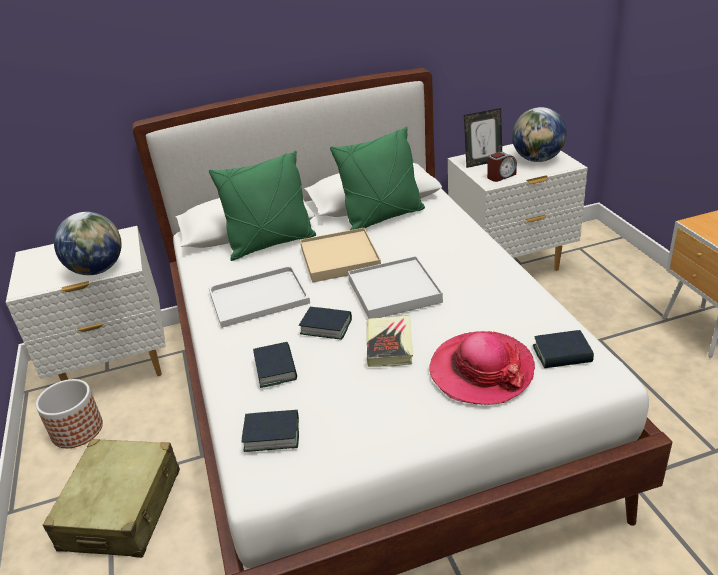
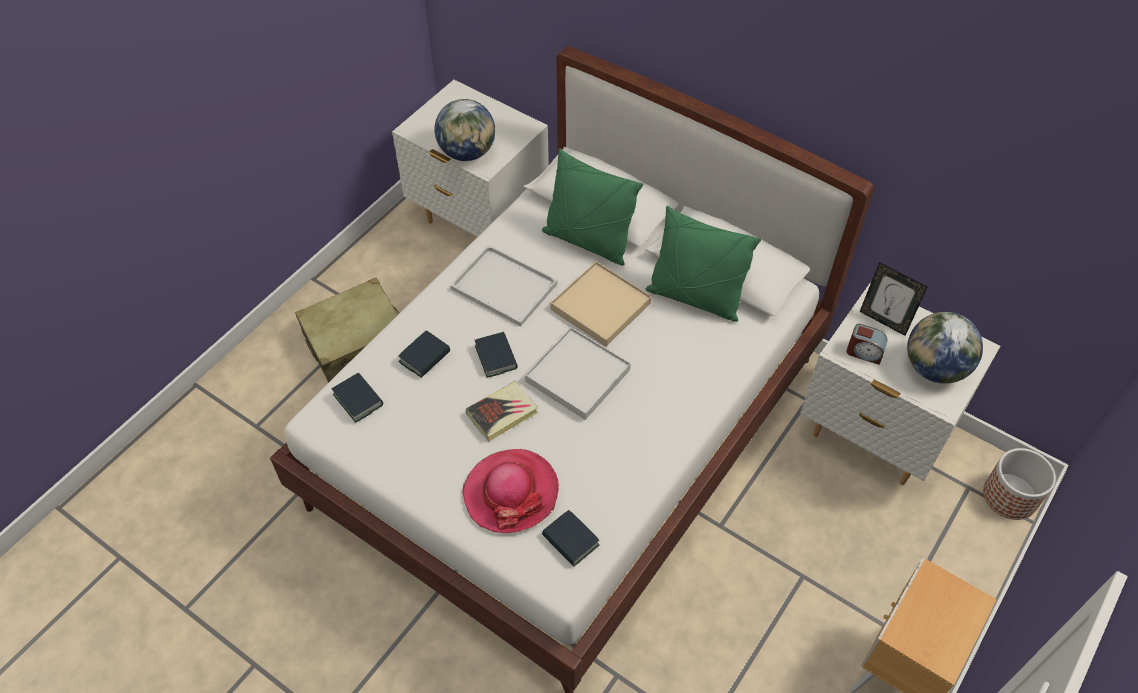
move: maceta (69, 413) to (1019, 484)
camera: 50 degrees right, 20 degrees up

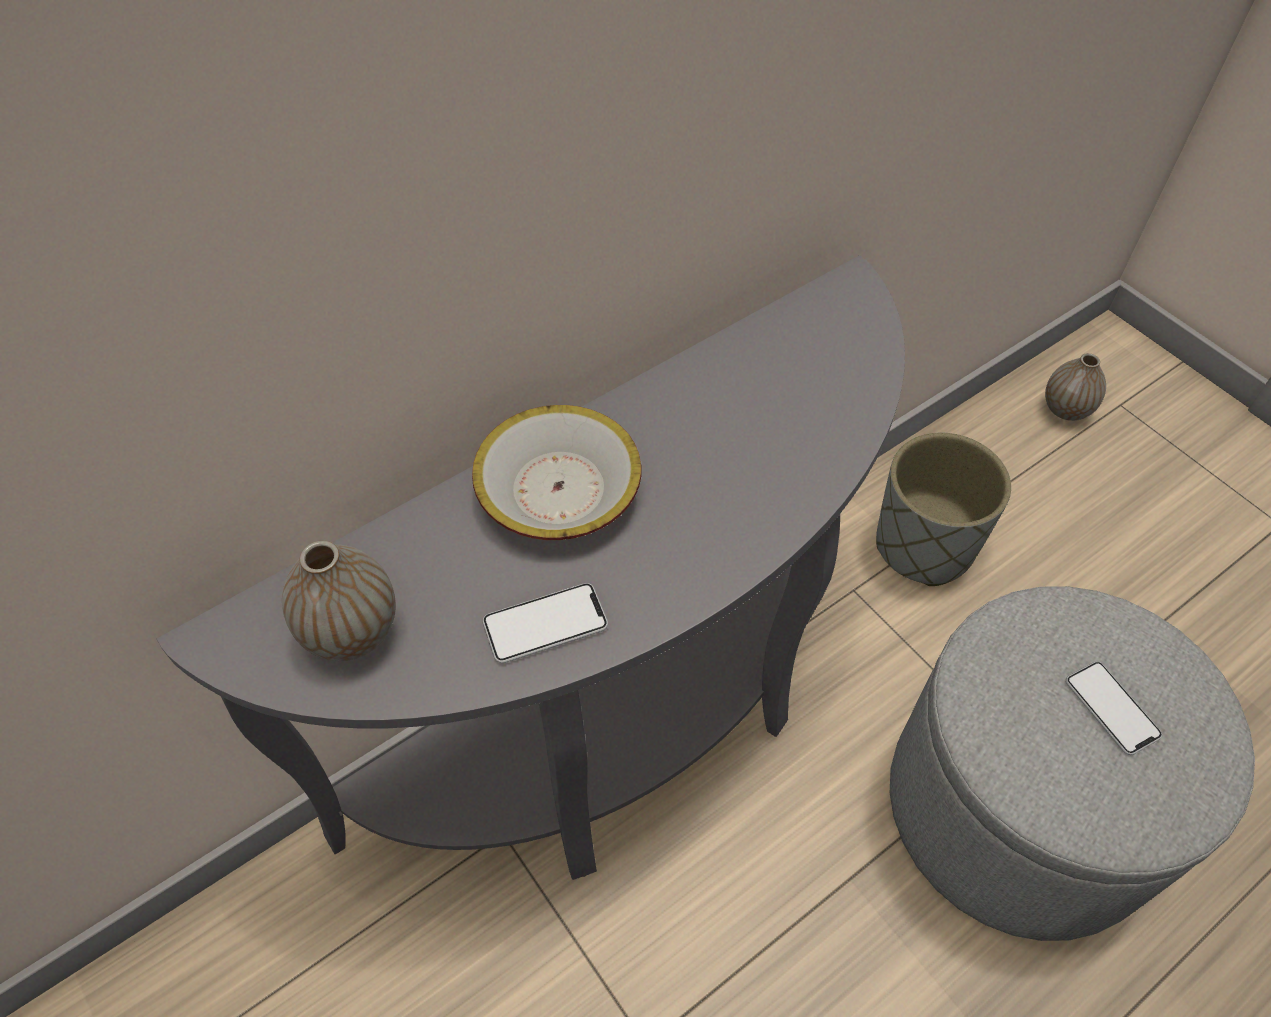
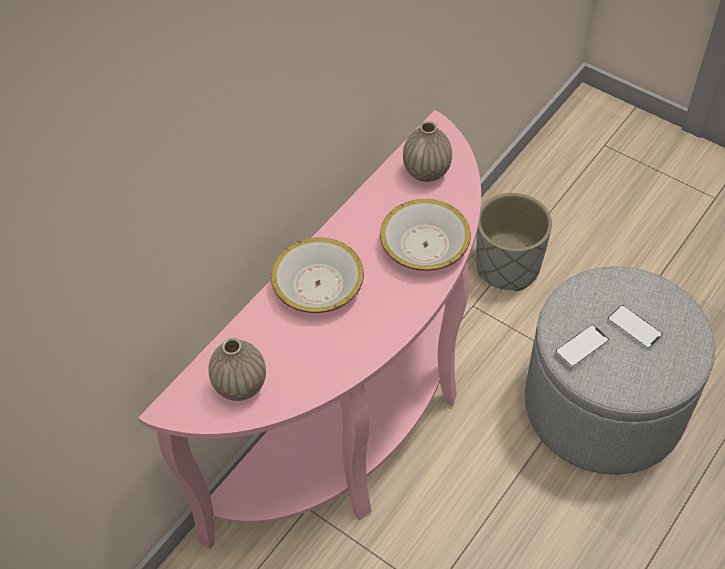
insert: cuenco (425, 235)
move: móvil (545, 623) to (582, 346); florero (1075, 387) to (427, 151)
recolor: mesa consola/gris (531, 567) to mesa consola/rosa (309, 329)
camera: 15 degrees left, 0 degrees up

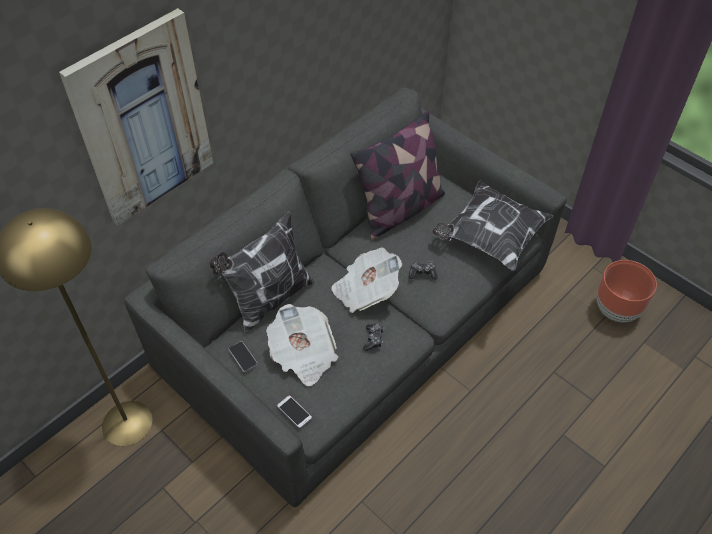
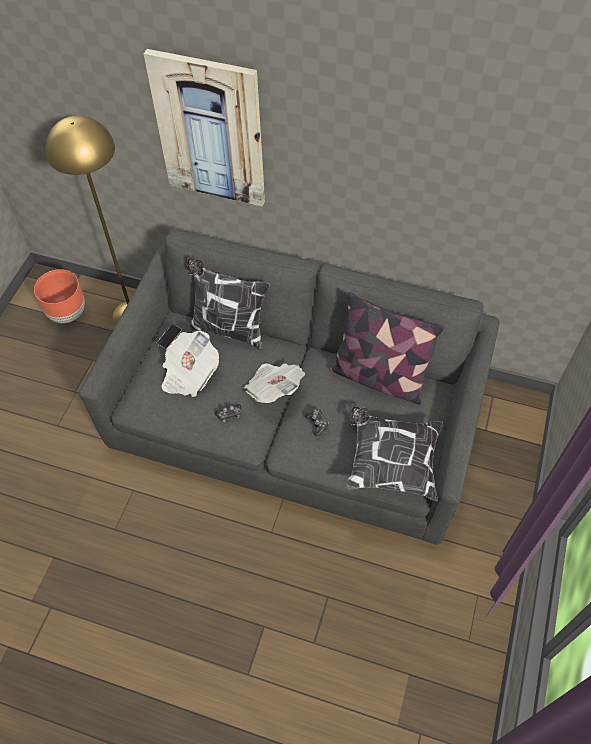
delete: móvil (294, 412)
move: maceta/marrón (627, 291) to (59, 296)
camera: 65 degrees right, 5 degrees up

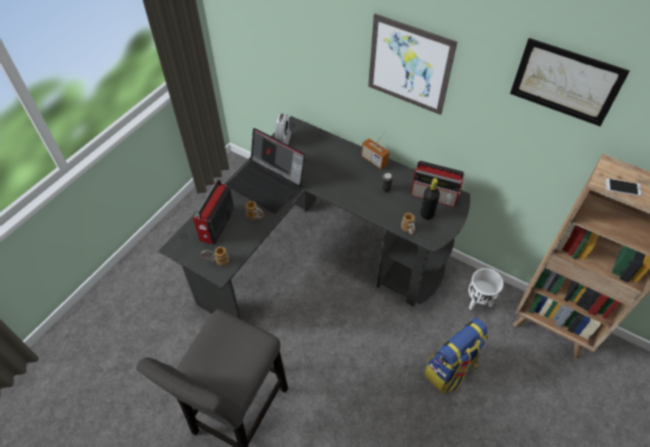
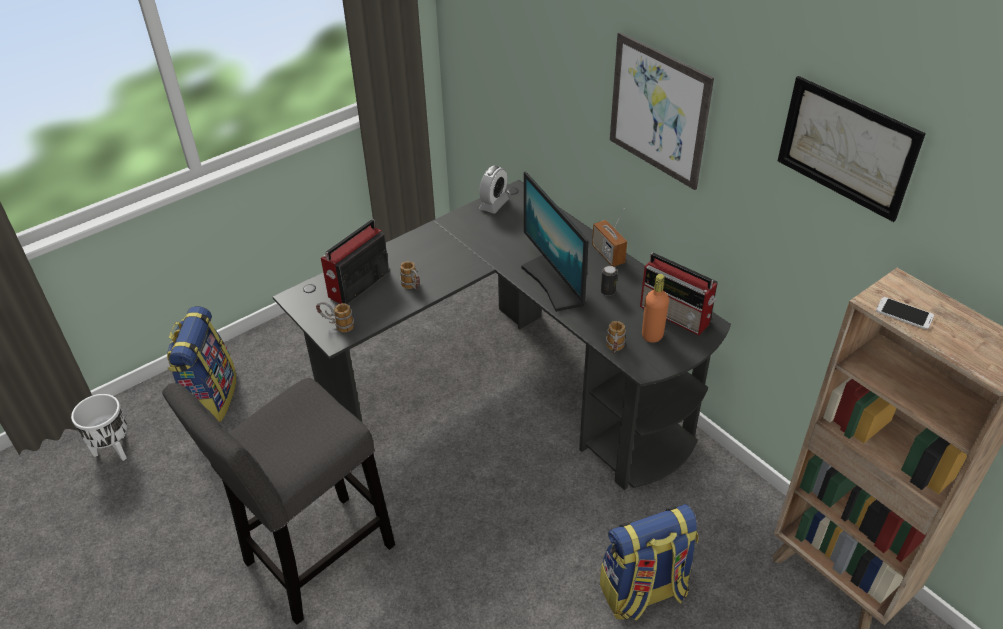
delete: portátil (265, 170)
insert: mochila (202, 364); monitor (555, 242)
move: maceta/blanco (485, 289) to (99, 427)
recolor: botella/negro (430, 199) to botella/naranja (655, 308)
camera: 20 degrees right, 10 degrees down

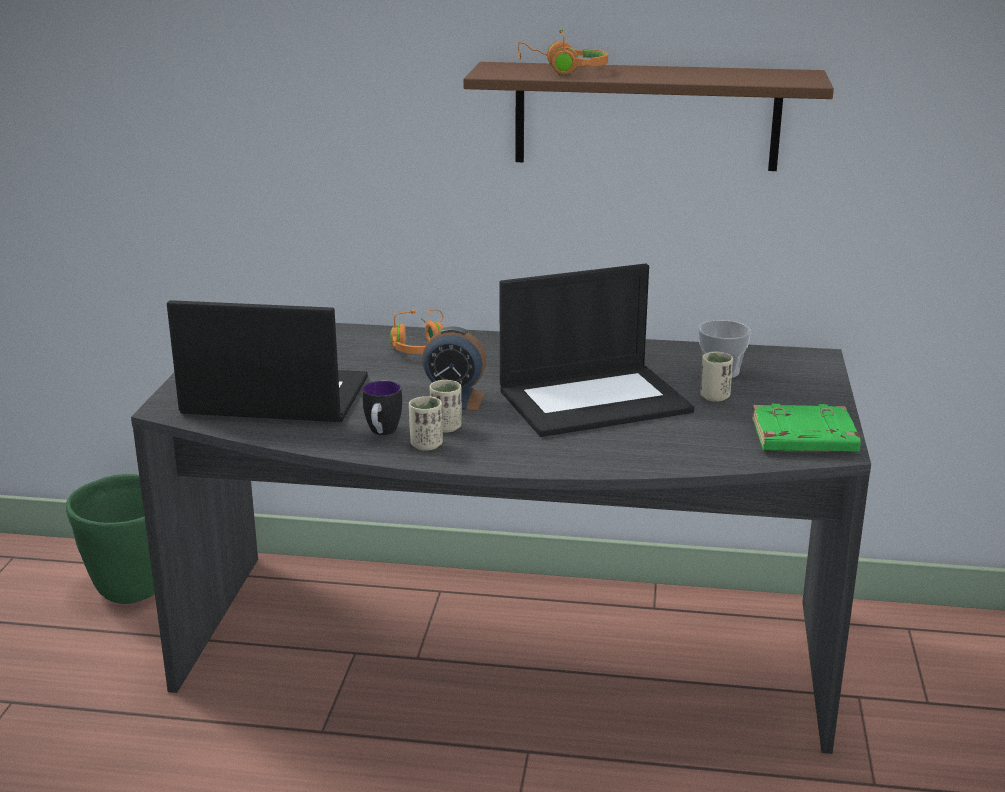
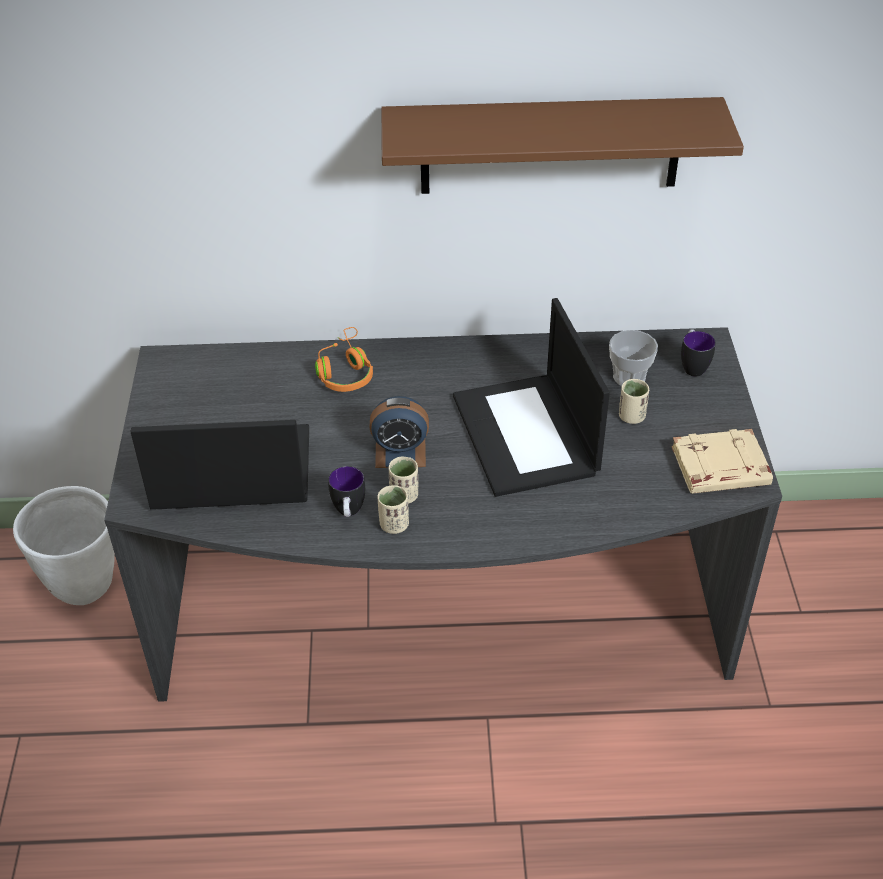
delete: auriculares/naranja (563, 52)
insert: taza grande (698, 353)
recolor: maceta/verde (110, 539) to maceta/blanco (63, 545); libro/verde (806, 428) to libro/beis (722, 461)
rotate: portátil (597, 350) = (531, 397) 105 degrees clockwise
camera: 10 degrees left, 20 degrees up

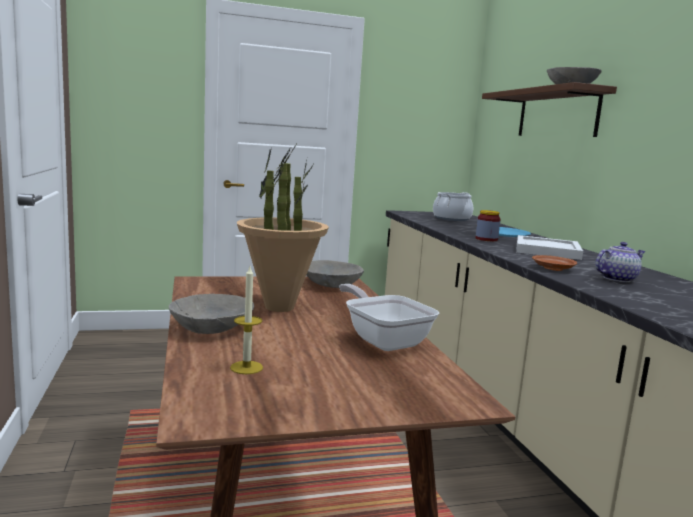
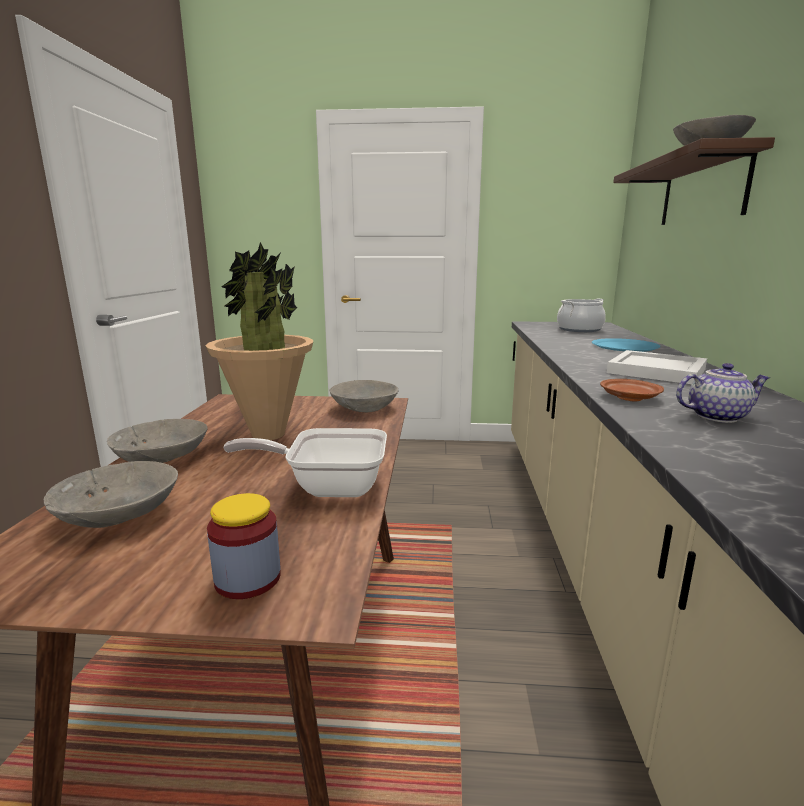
move: tarro (488, 225) to (244, 546)
replace: vela (246, 320) to cuenco/gris (111, 494)
rotate: sartén (389, 317) = (305, 462) 75 degrees counterclockwise
camera: 20 degrees right, 5 degrees up

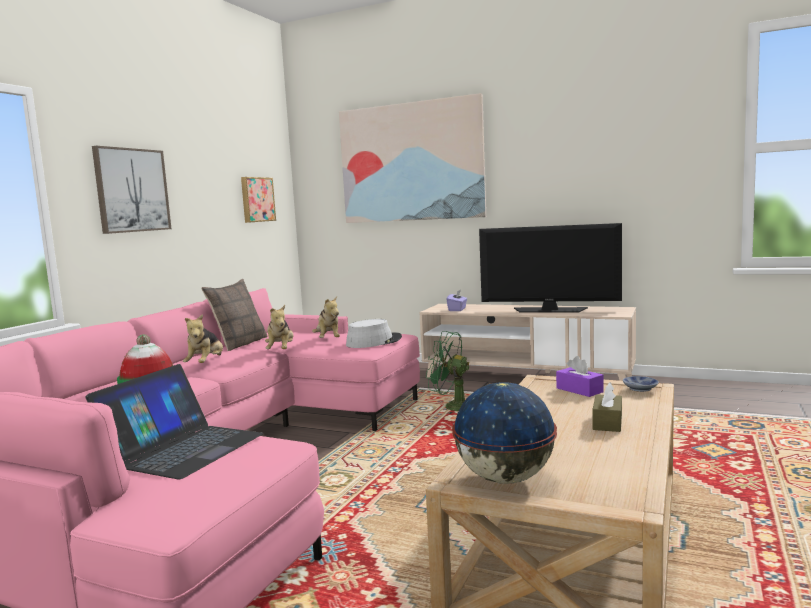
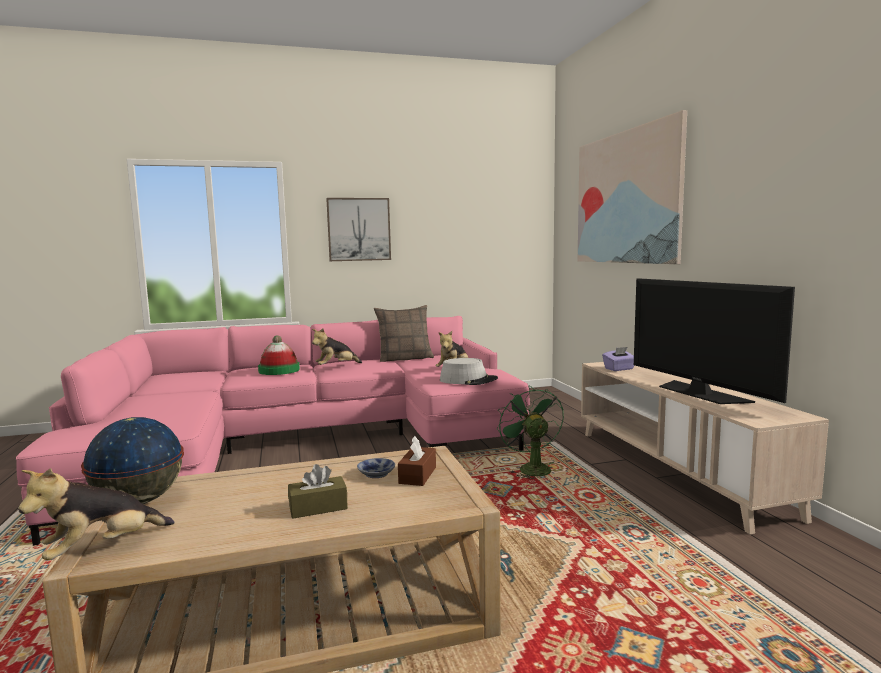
delete: portátil (174, 422); cuadro (258, 200)
move: peluche (279, 327) to (96, 514); cuenco (641, 384) to (376, 468)
recolor: caja de pañuelos/morado (580, 376) to caja de pañuelos/marrón (417, 461)
camera: 50 degrees right, 0 degrees up

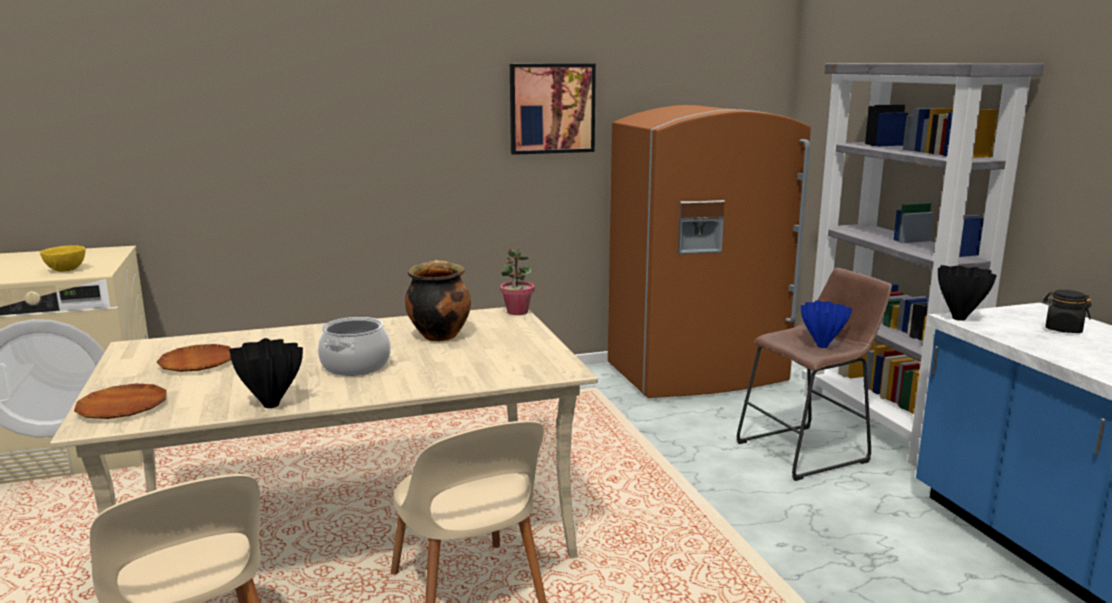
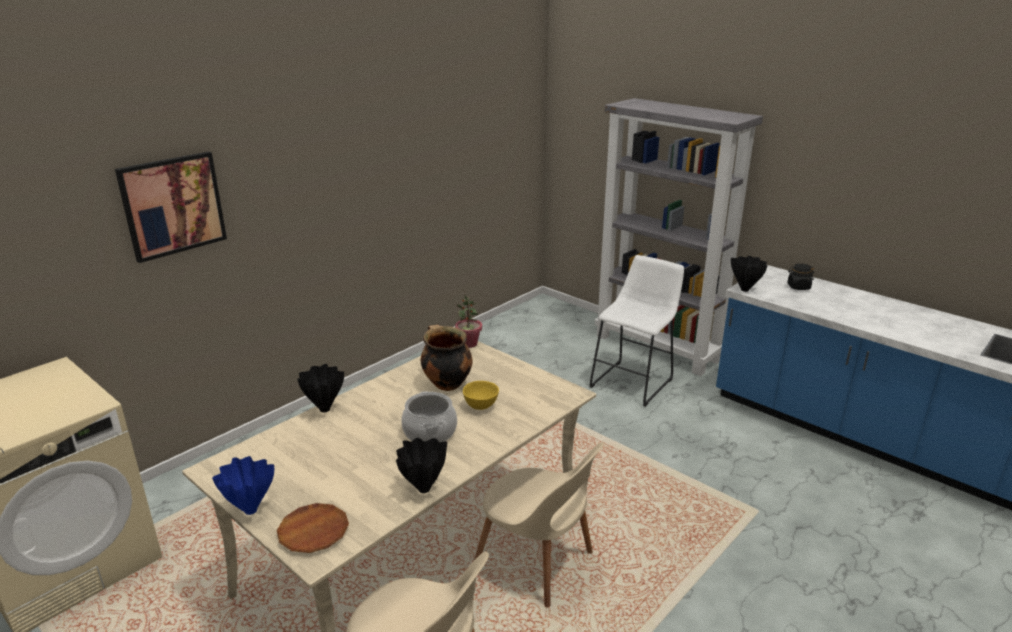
delete: plato/marrón (194, 358); nevera/marrón (709, 251)
insert: florero/negro (320, 388)
move: cuenco/amarillo (62, 258) to (481, 395); cuadro (553, 109) to (171, 207); florero/azul (826, 324) to (243, 485)
recolor: taburete/marrón (814, 374) to taburete/blanco (637, 331)
camera: 30 degrees left, 10 degrees up

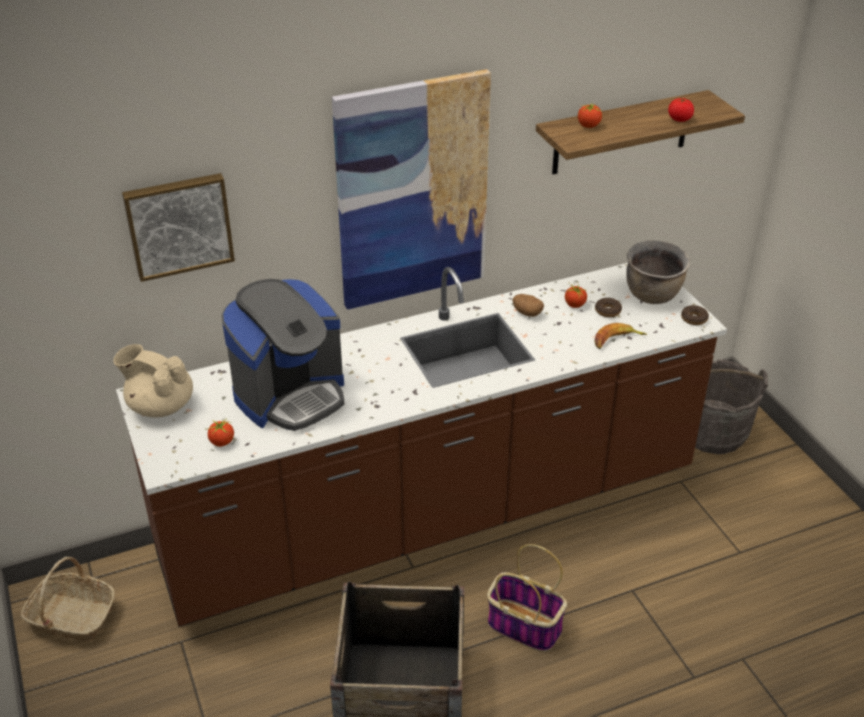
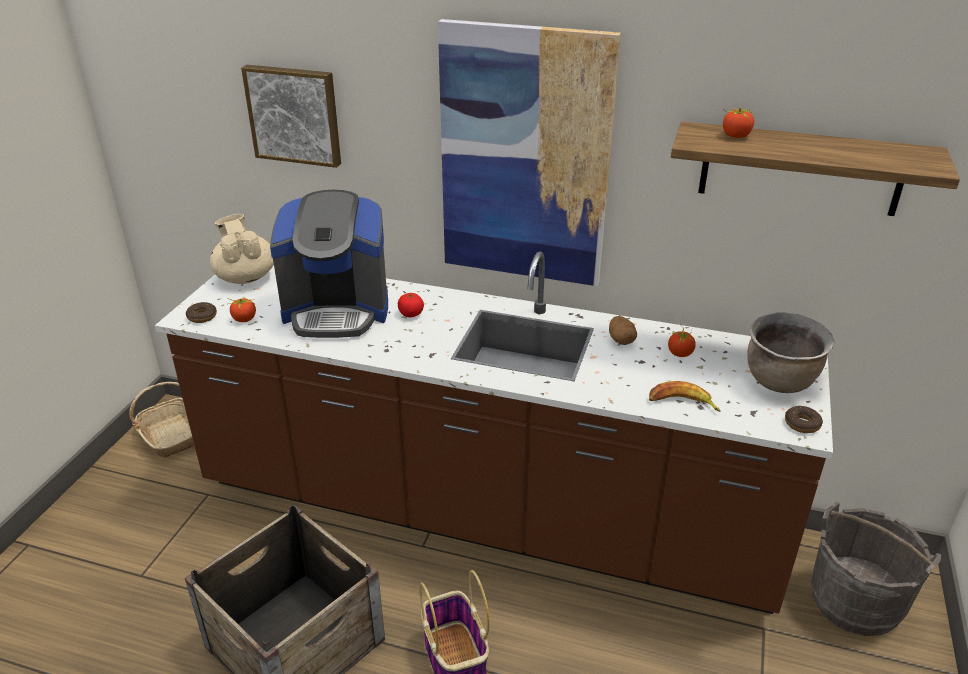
move: rosquilla (608, 307) to (201, 312); tomate (681, 110) to (411, 305)
camera: 40 degrees right, 5 degrees down

